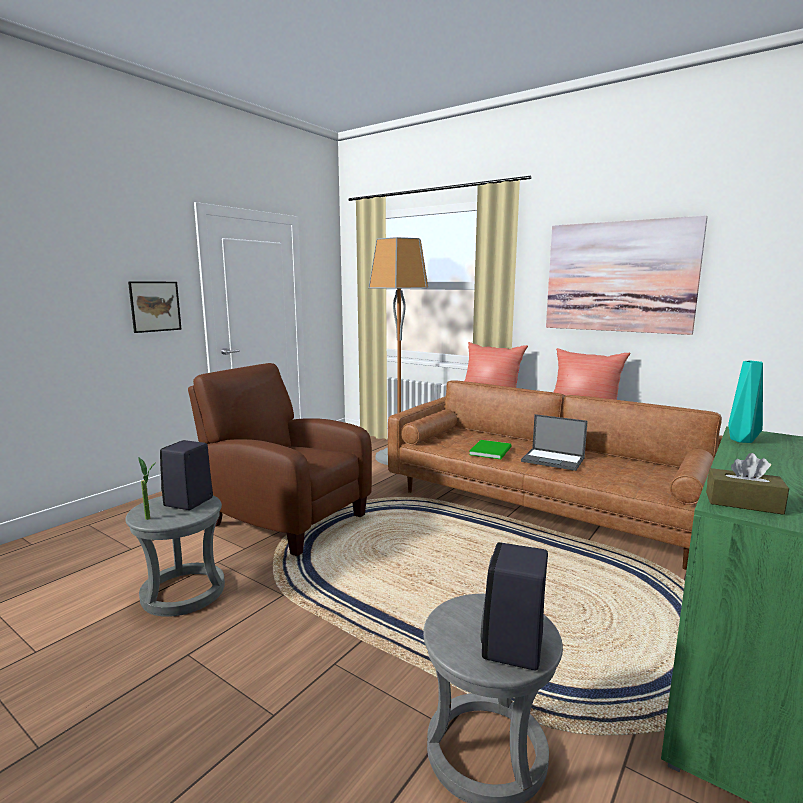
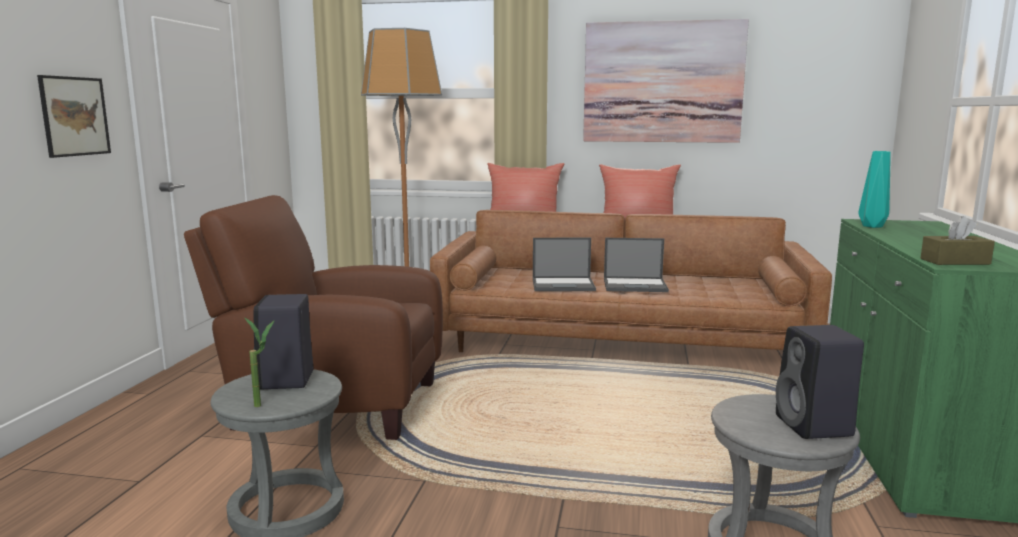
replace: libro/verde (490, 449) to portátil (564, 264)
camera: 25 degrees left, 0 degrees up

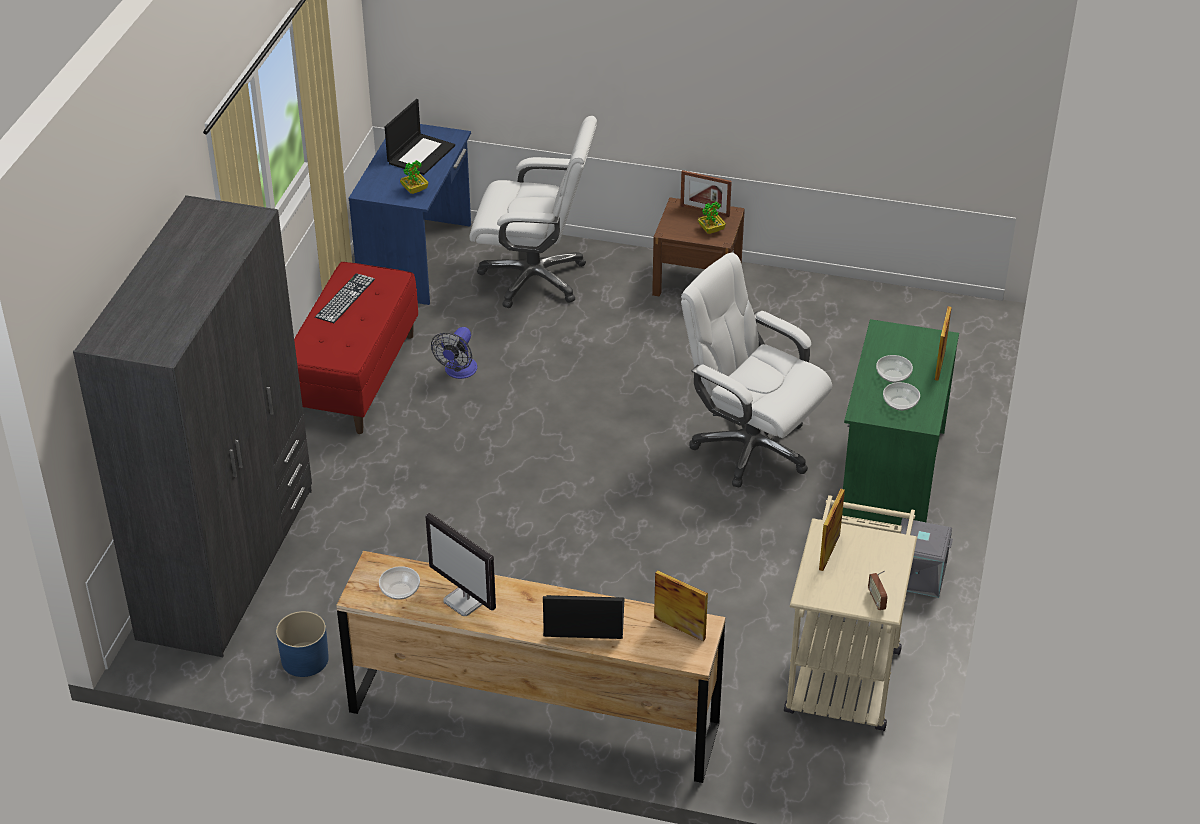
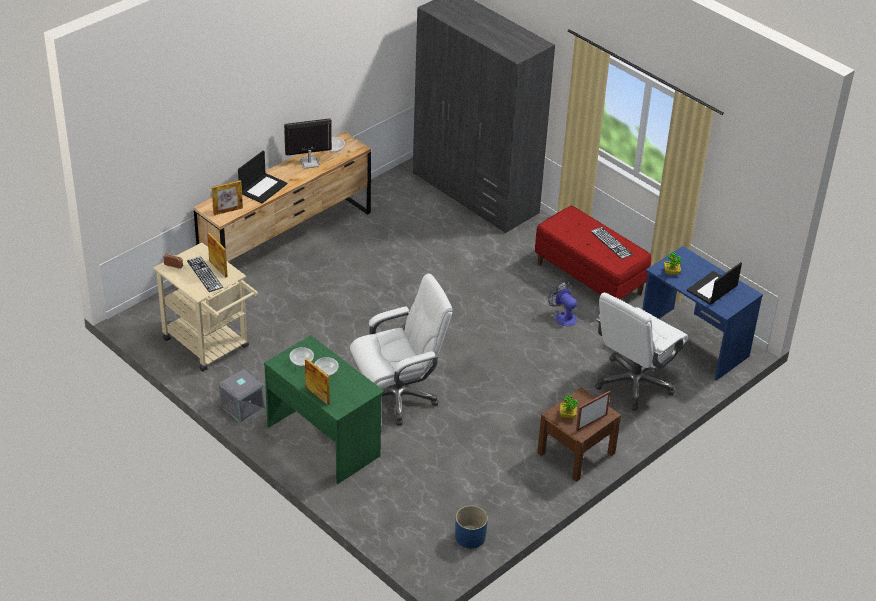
insert: teclado (205, 274)
move: maceta/azul (302, 644) to (471, 527)
rotate: portátil (420, 137) = (714, 283) 75 degrees clockwise
camera: 120 degrees right, 0 degrees up

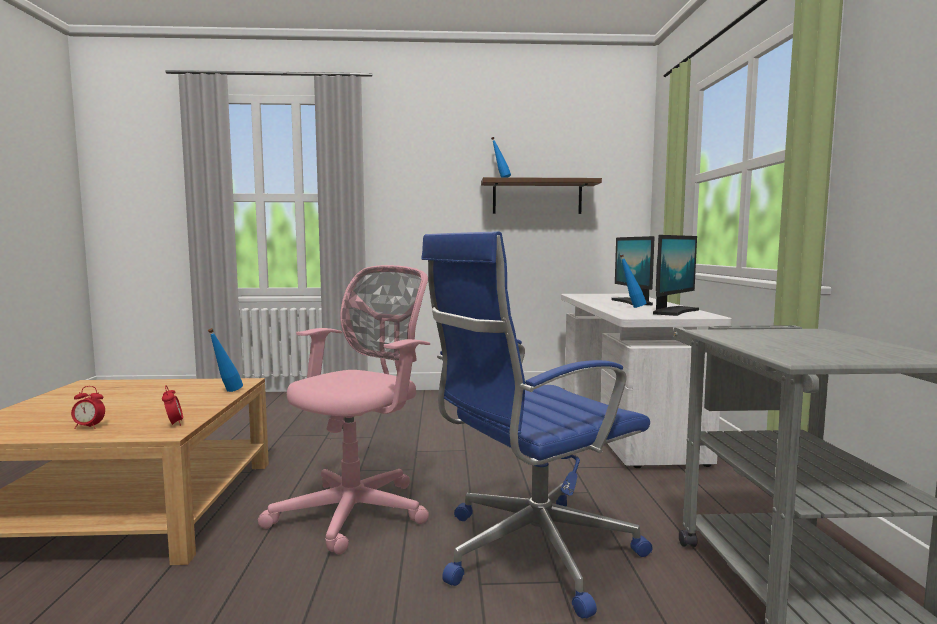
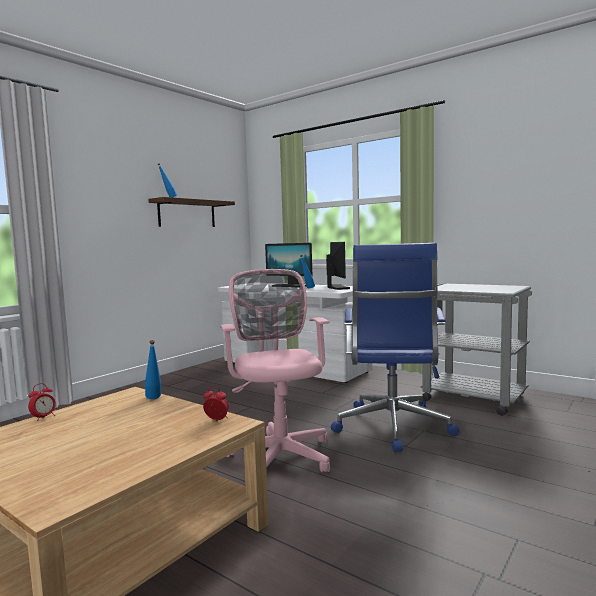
move: despertador (88, 407) to (42, 402)
camera: 50 degrees left, 0 degrees up

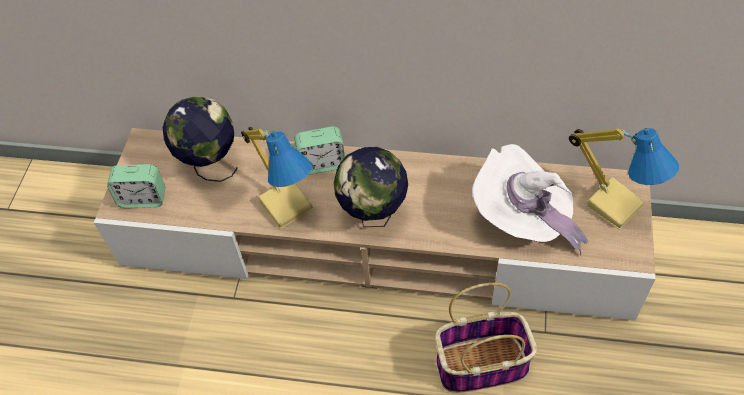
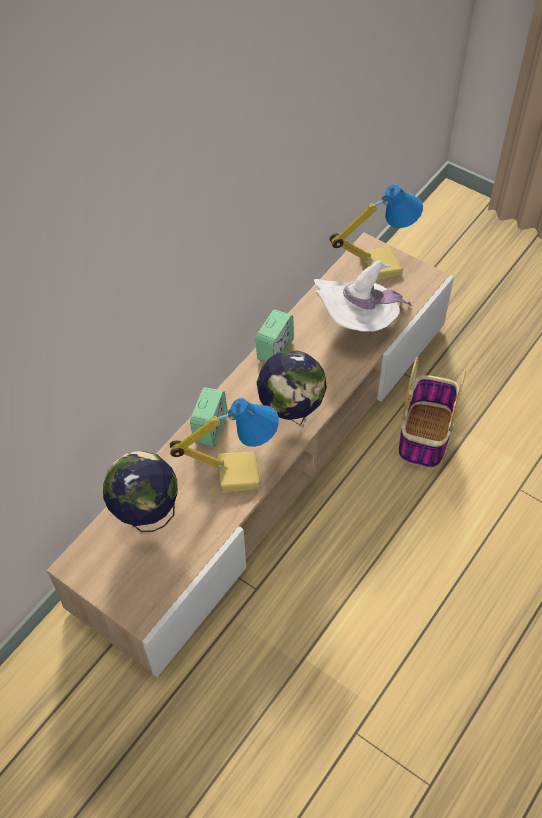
move: despertador (136, 186) to (275, 336)
camera: 65 degrees left, 0 degrees up

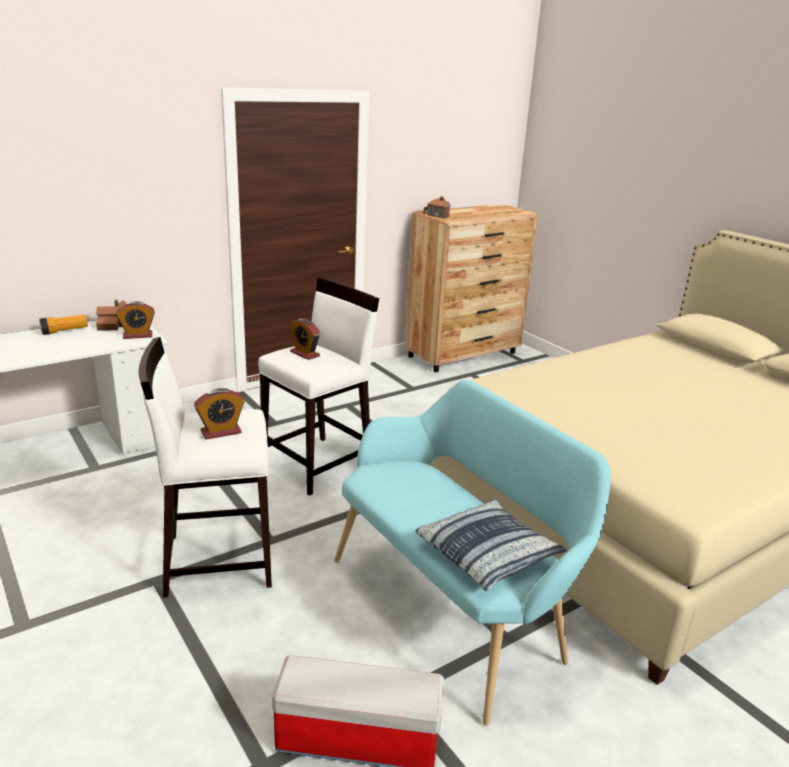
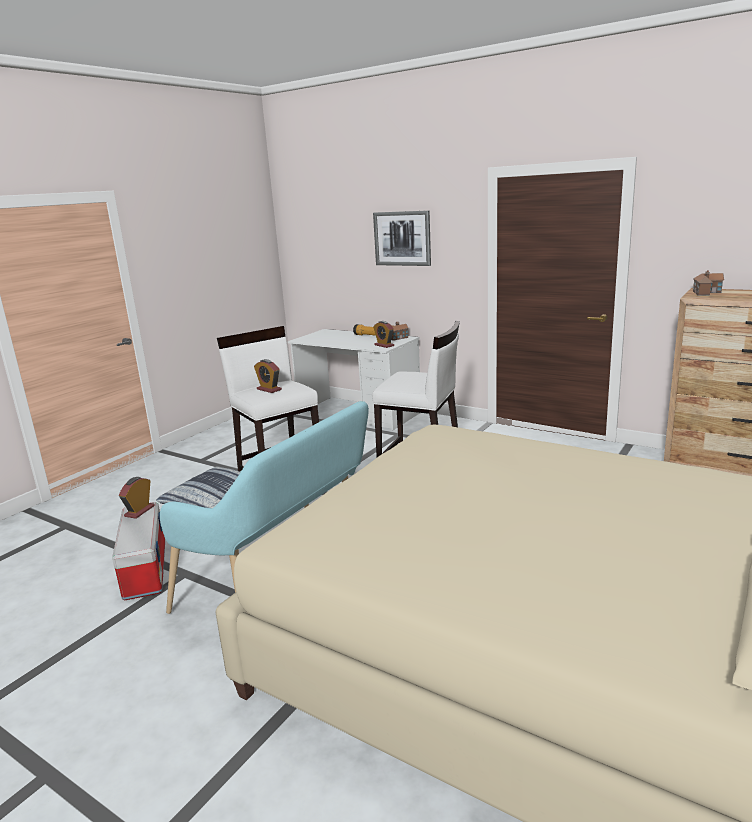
insert: cuadro (402, 238)
move: despertador (305, 339) to (137, 498)
camera: 70 degrees right, 5 degrees down

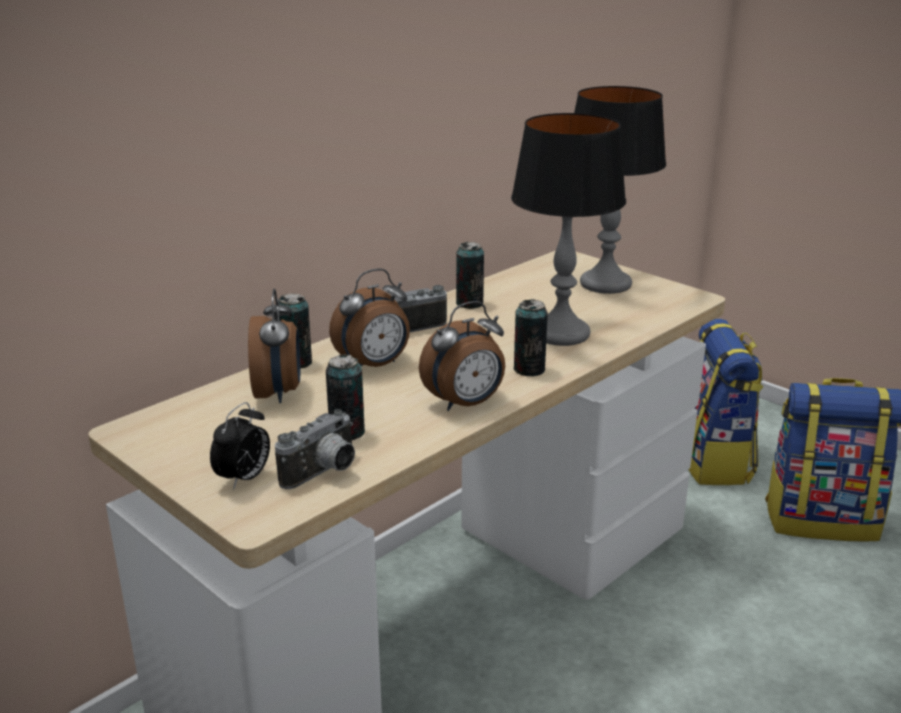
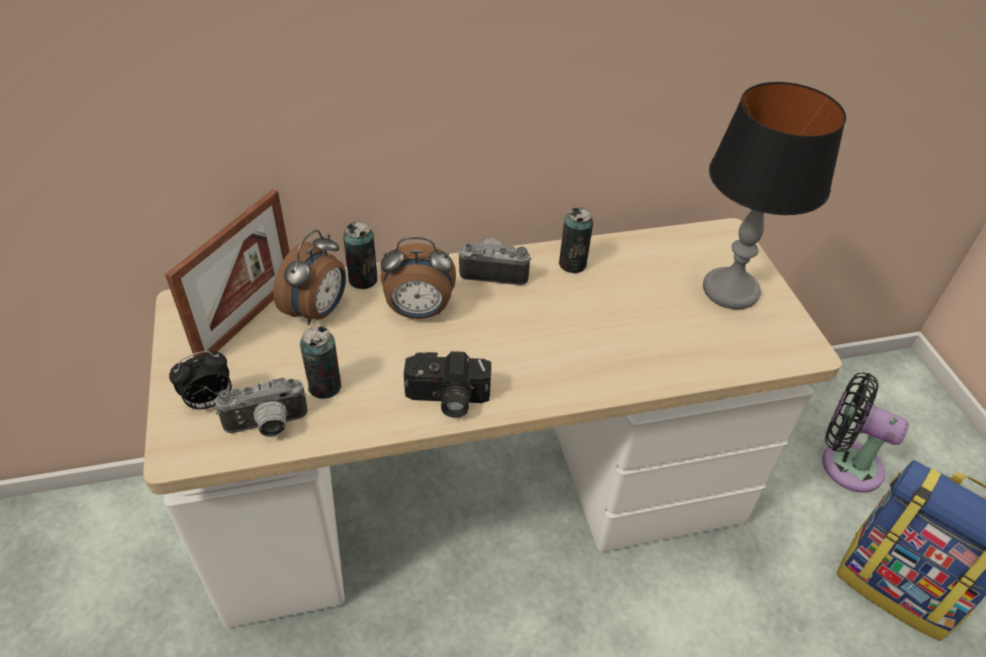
delete: lámpara de mesa (568, 229); lata (530, 337)
insert: portarretratos (227, 273)
replace: despertador (462, 356) to cámara (447, 384); mochila (726, 402) to ventilador/negro (865, 432)
camera: 30 degrees right, 20 degrees up

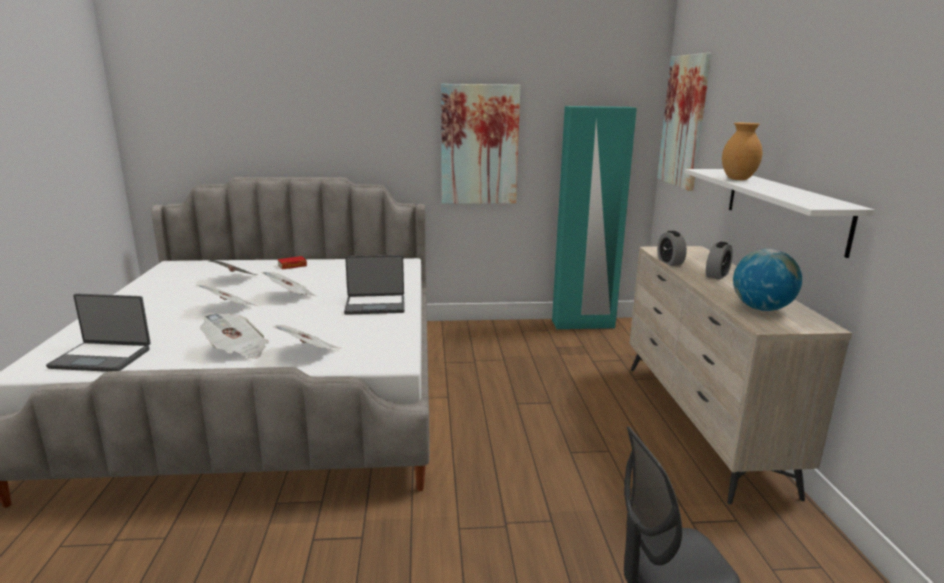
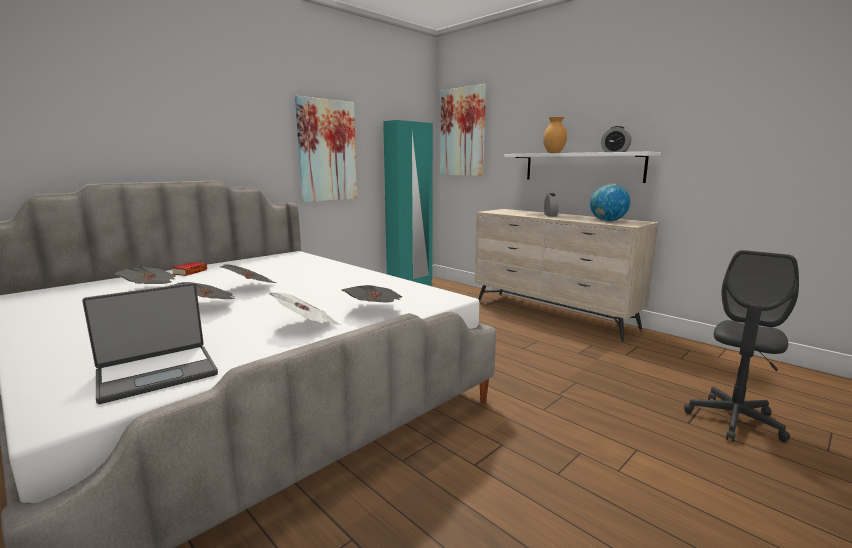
delete: portátil (374, 285)
move: despertador (672, 248) to (616, 139)
camera: 40 degrees left, 5 degrees down

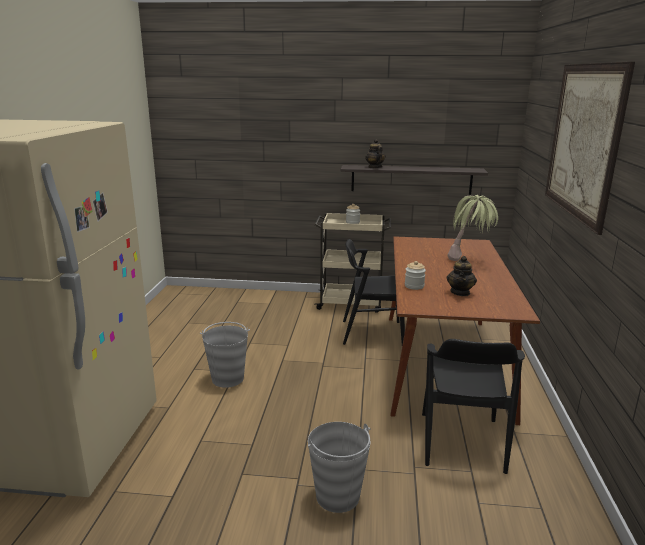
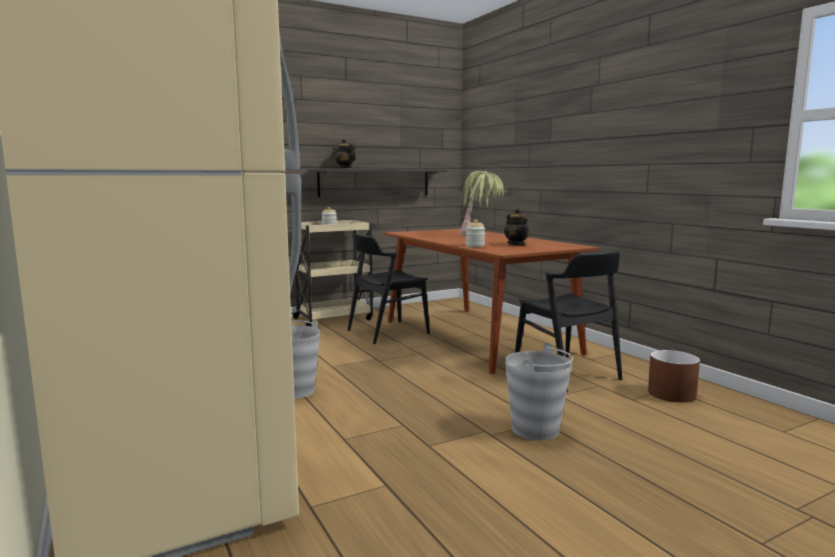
delete: cuadro (590, 148)
insert: maceta/marrón (674, 376)
camera: 35 degrees left, 10 degrees down

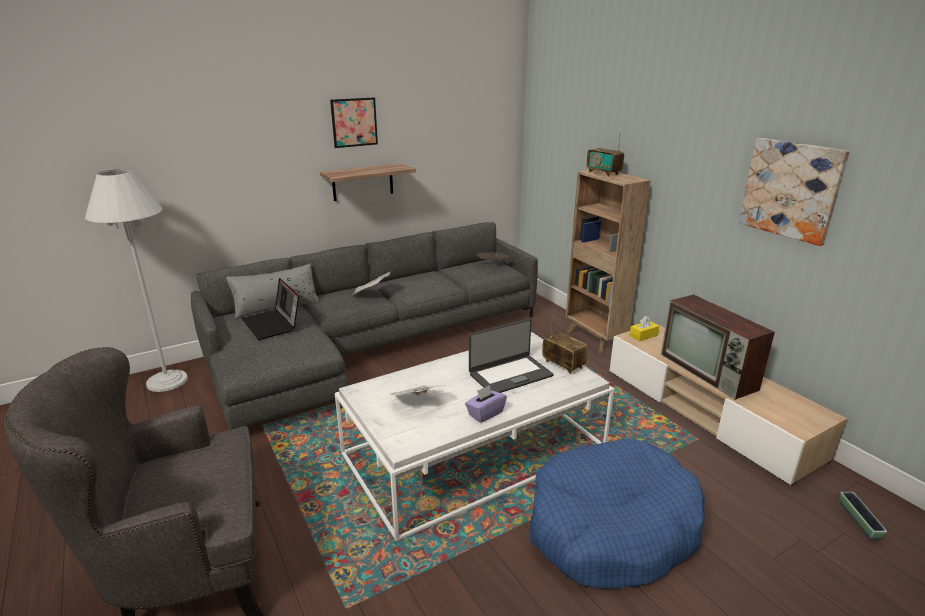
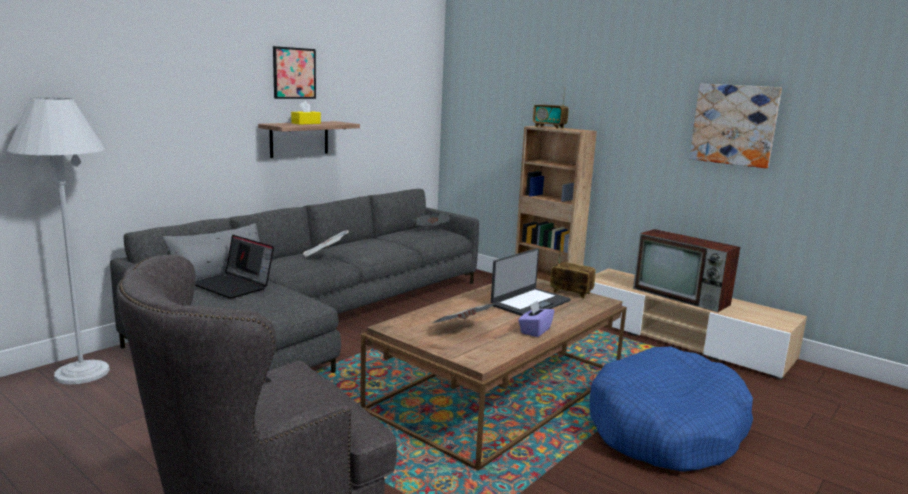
delete: maceta (863, 516)
move: caja de pañuelos/amarillo (644, 328) to (306, 113)
recolor: mesa de centro/blanco (474, 436) to mesa de centro/marrón (493, 374)
camera: 20 degrees left, 10 degrees down

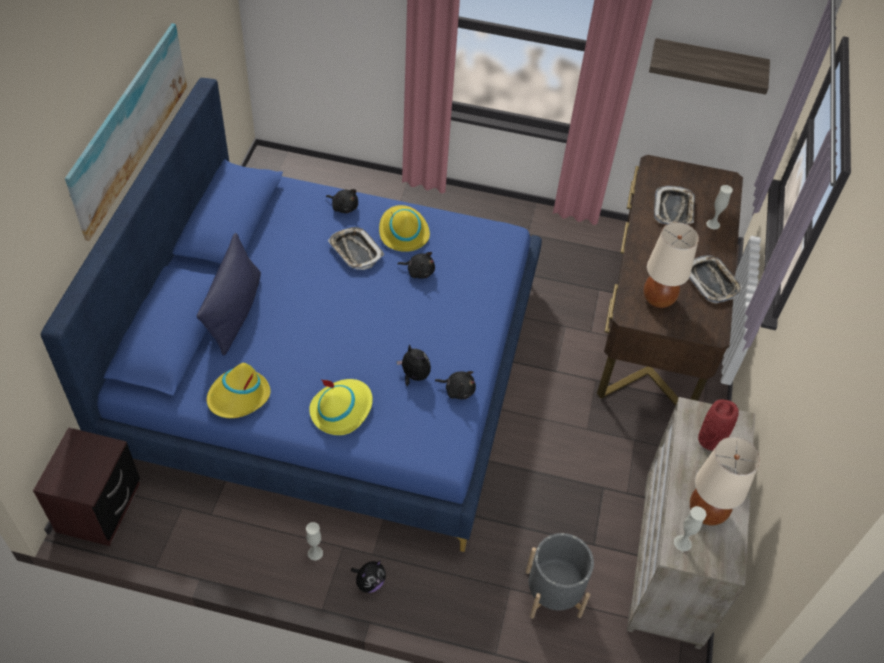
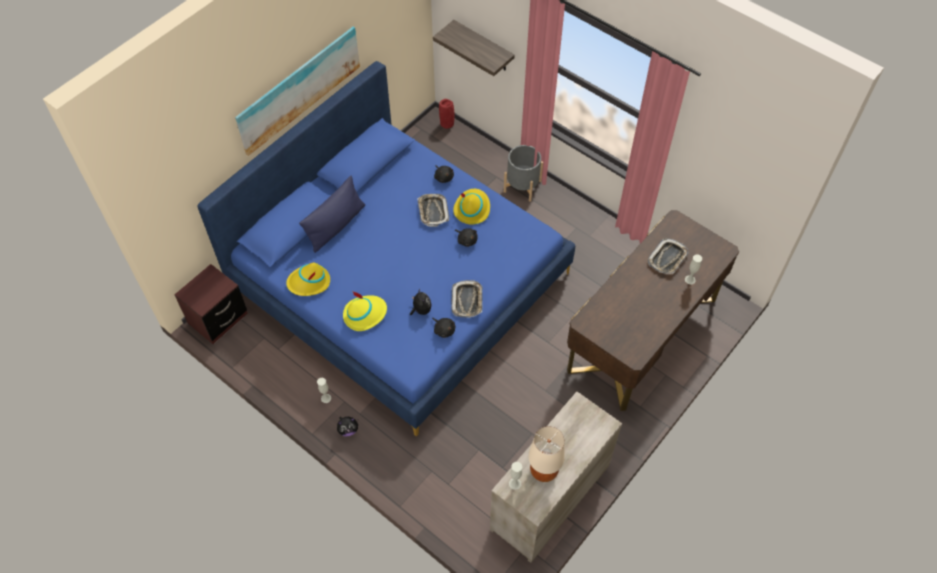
delete: lámpara de mesa/beis (671, 265)
move: maceta/gris (560, 576) to (523, 173); estante (709, 66) to (474, 48); bandeja (716, 279) to (466, 299); florero/rojo (718, 425) to (447, 114)
camera: 30 degrees right, 5 degrees up

